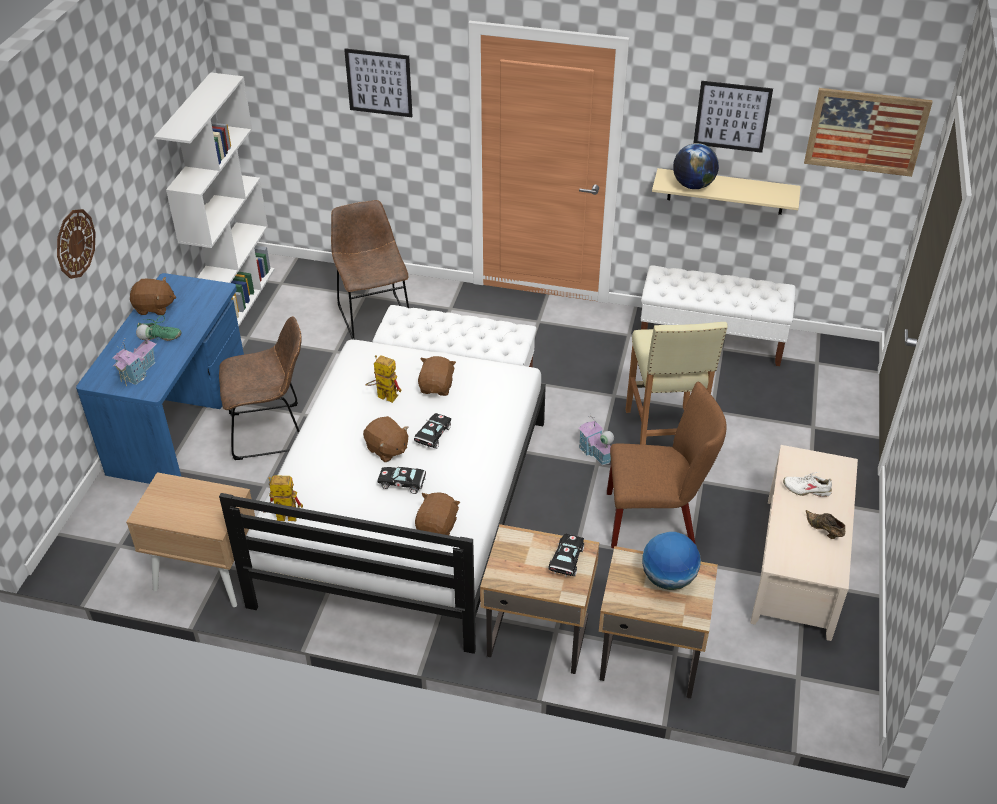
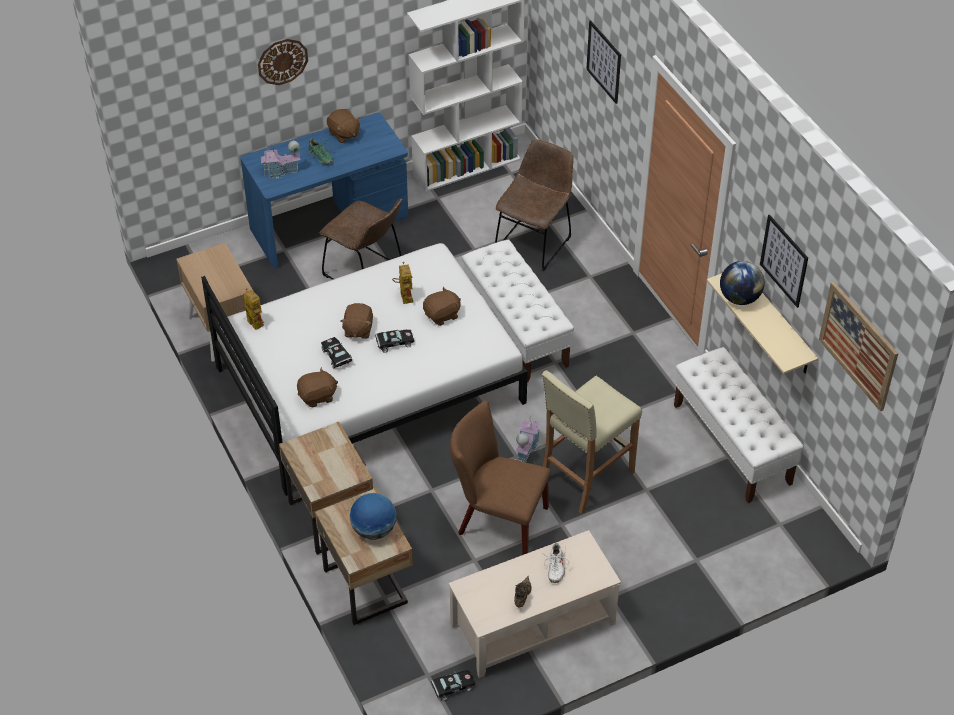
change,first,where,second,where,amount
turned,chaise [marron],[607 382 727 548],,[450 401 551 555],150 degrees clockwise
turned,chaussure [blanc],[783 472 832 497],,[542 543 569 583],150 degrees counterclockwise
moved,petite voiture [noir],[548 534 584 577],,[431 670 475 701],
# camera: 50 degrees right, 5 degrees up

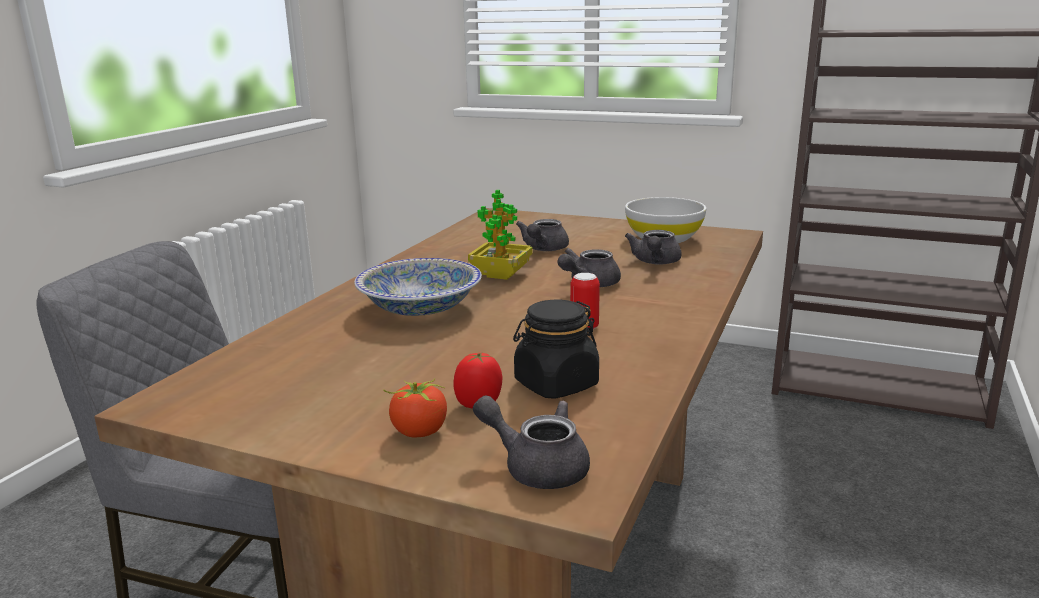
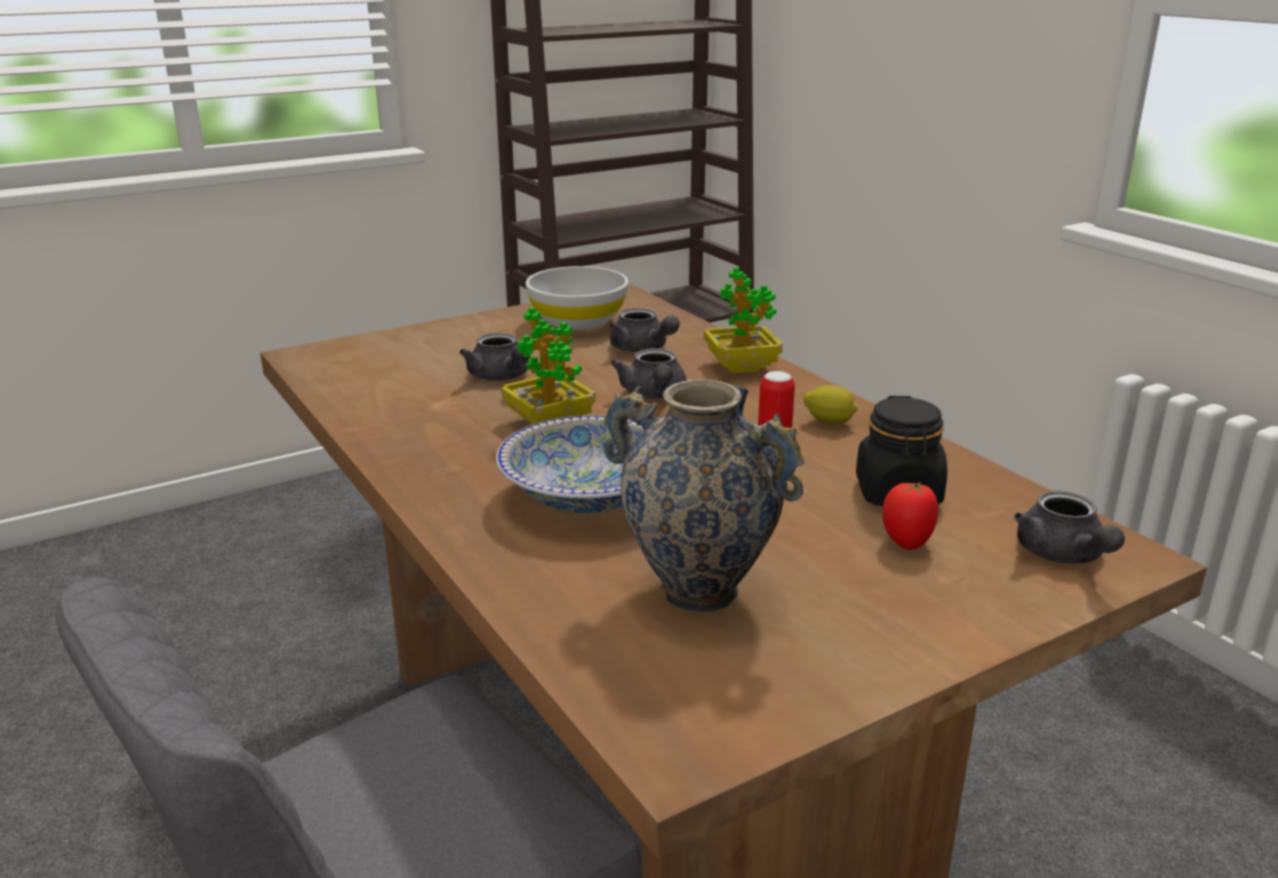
change,first,where,second,where,amount
removed,tomate,[383 378 447 438],,,
turned,théière [gris],[473 395 590 489],,[1014 491 1125 564],75 degrees counterclockwise
added,,,plante en pot,[704 267 783 373],
added,,,vase,[604 380 805 612],
added,,,citron,[804 385 858 425],
# camera: 55 degrees left, 5 degrees up

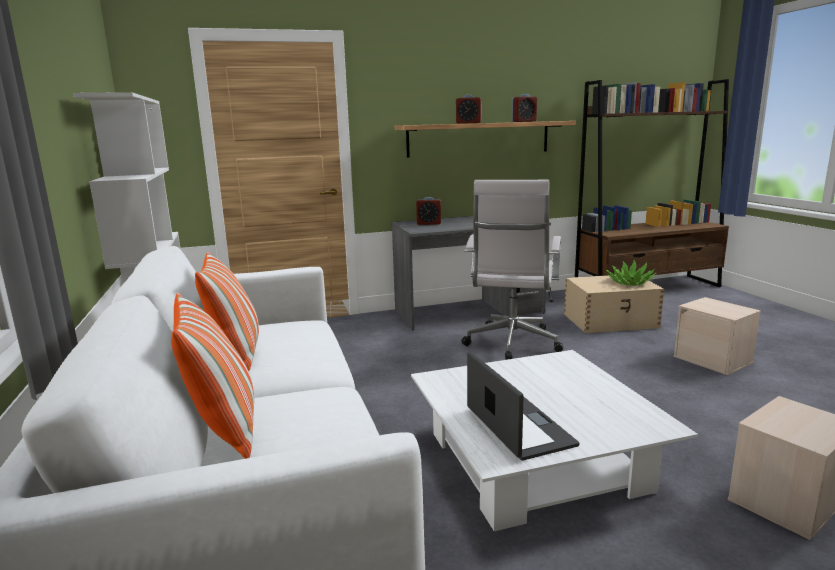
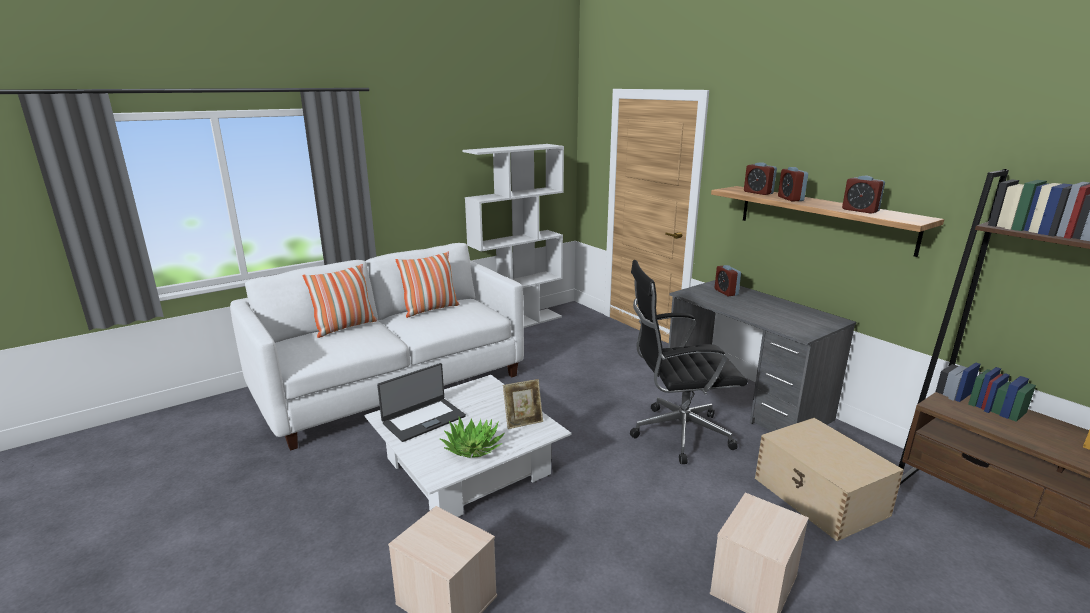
change,first,where,second,where,amount
recoloured,chaise de bureau [blanc],[461 180 563 360],chaise de bureau [noir],[630 260 748 464],
moved,plante en pot,[605 260 657 286],,[440 417 505 458],
added,,,réveil,[744 162 777 195],
added,,,cadre photo,[503 379 543 429],
# camera: 70 degrees right, 5 degrees up

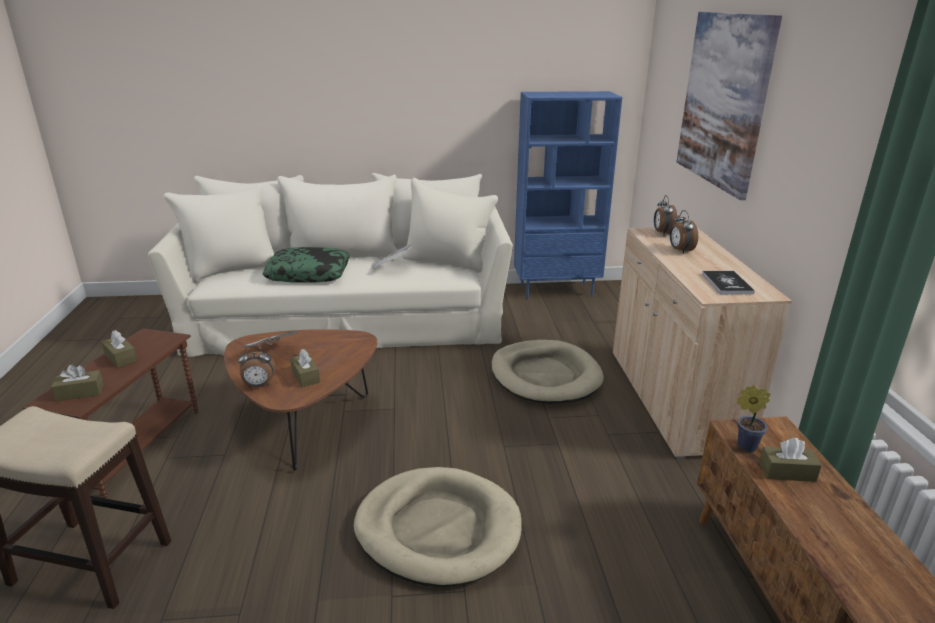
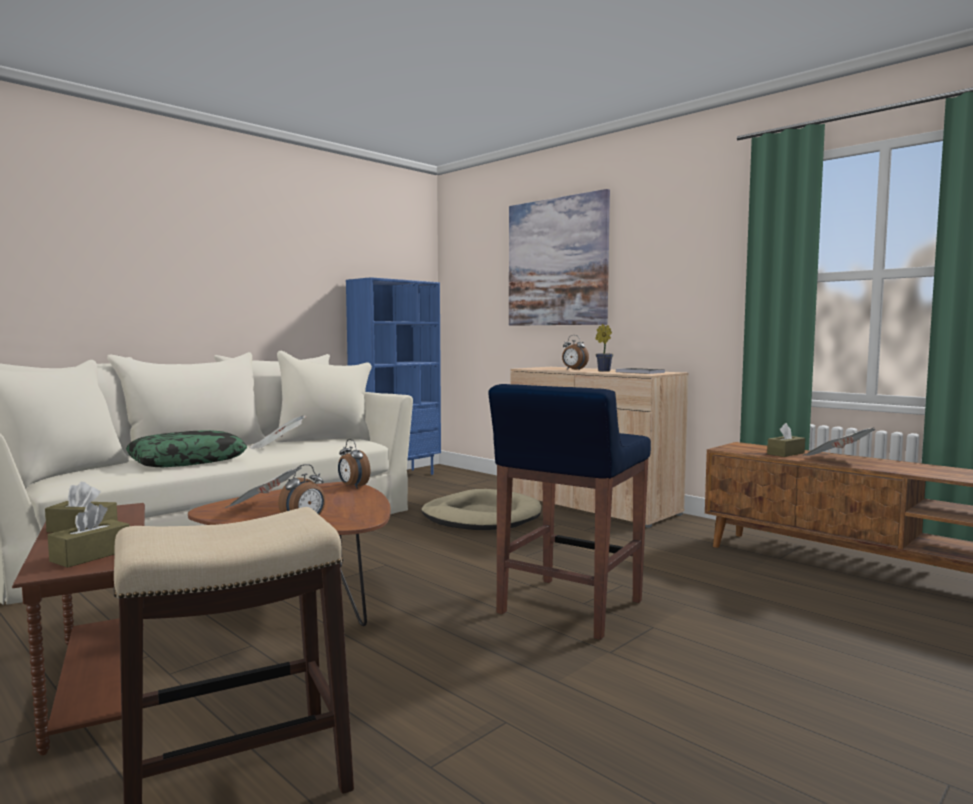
change,first,where,second,where,amount
moved,réveil,[654 195 677 235],,[338 439 371 488],
removed,boîte à mouchoirs [marron],[290 349 320 387],,,
moved,plante en pot,[737 385 770 452],,[595 324 613 372],
replaced,panier pour chien [beige],[354 467 522 587],tabouret [bleu],[488 384 651 640],
added,,,journal,[803 427 875 456],
# camera: 40 degrees left, 20 degrees down

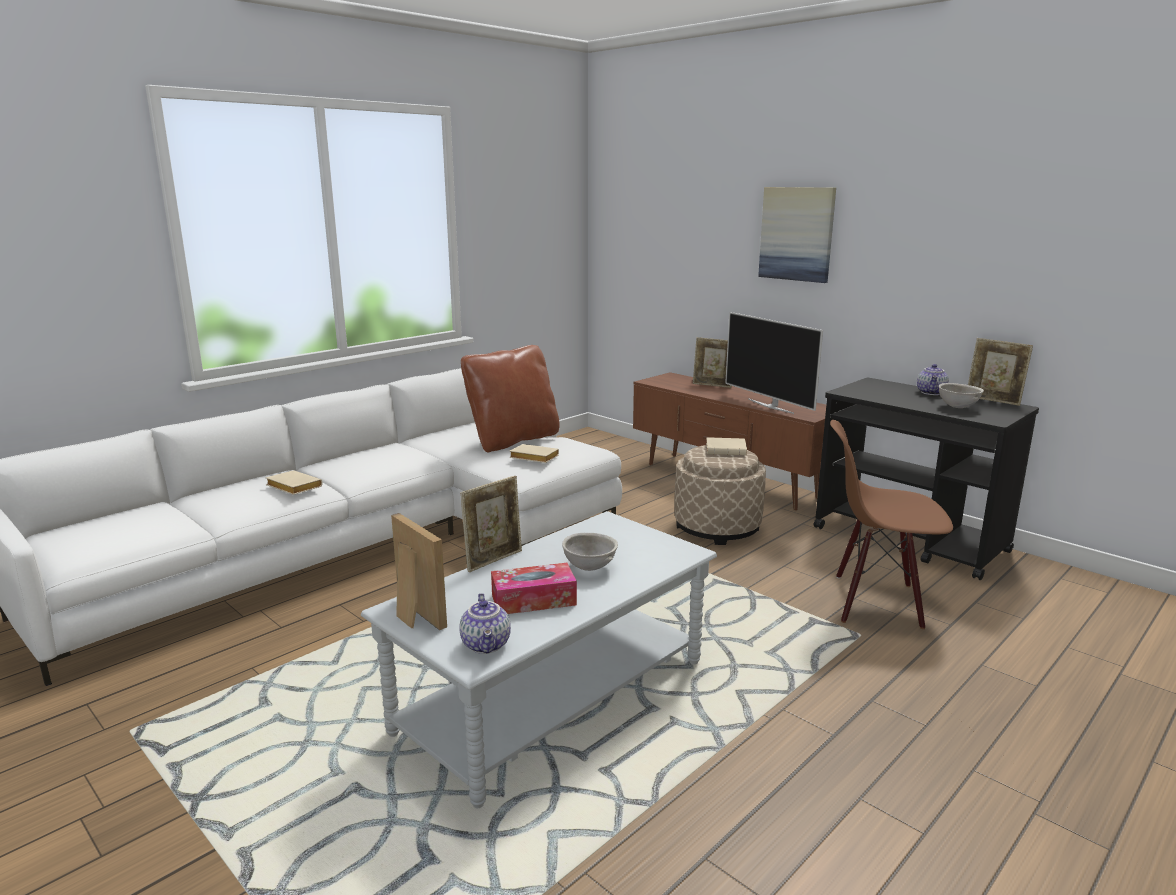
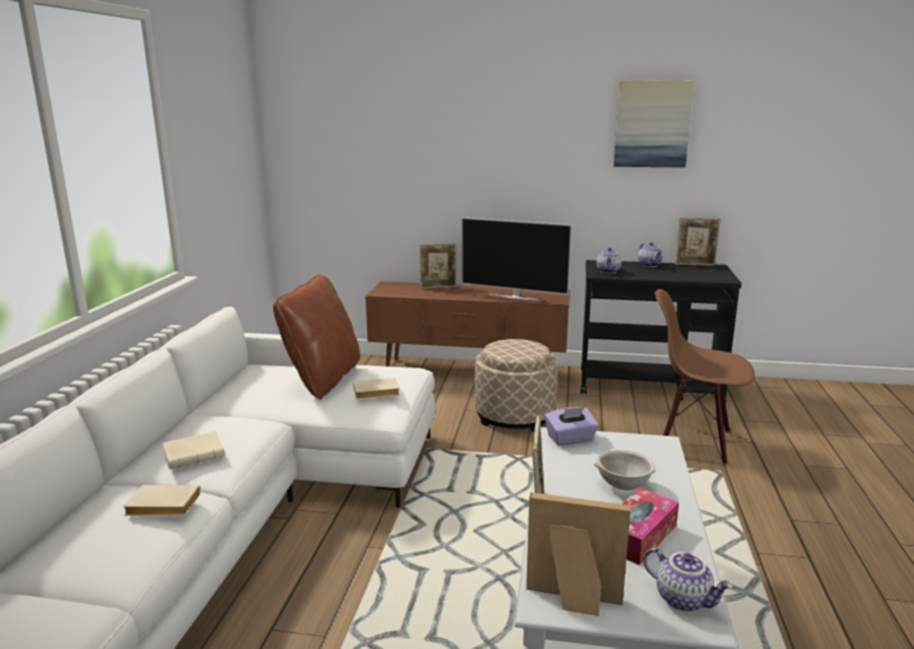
change,first,where,second,where,amount
moved,tableau,[758 187 836 283],,[614 80 694 168],
removed,bol [gris],[939 383 984 408],,,
turned,chaise [marron],[830 420 953 629],,[655 289 755 464],45 degrees clockwise
moved,livre [beige],[706 437 747 455],,[162 431 224 469],
added,,,théière,[596 248 622 274],
added,,,boîte à mouchoirs [violet],[545 407 599 446],
# camera: 35 degrees left, 0 degrees up

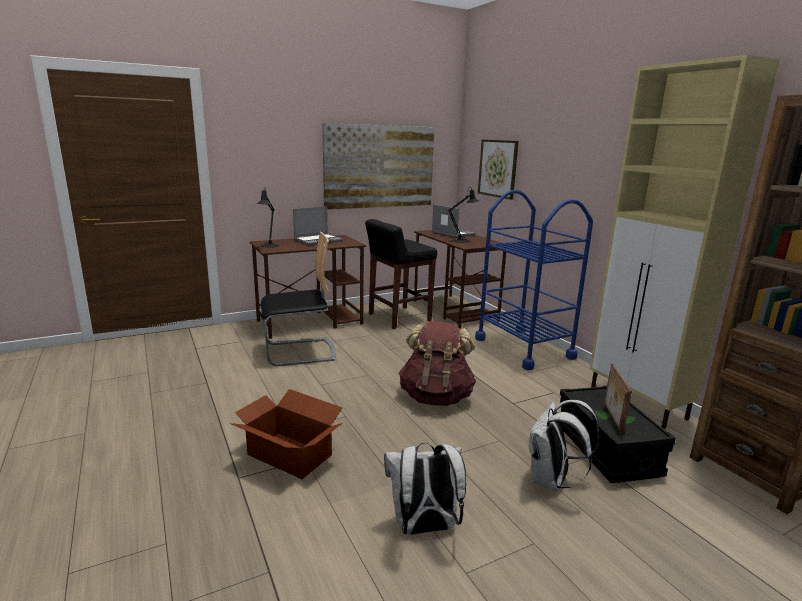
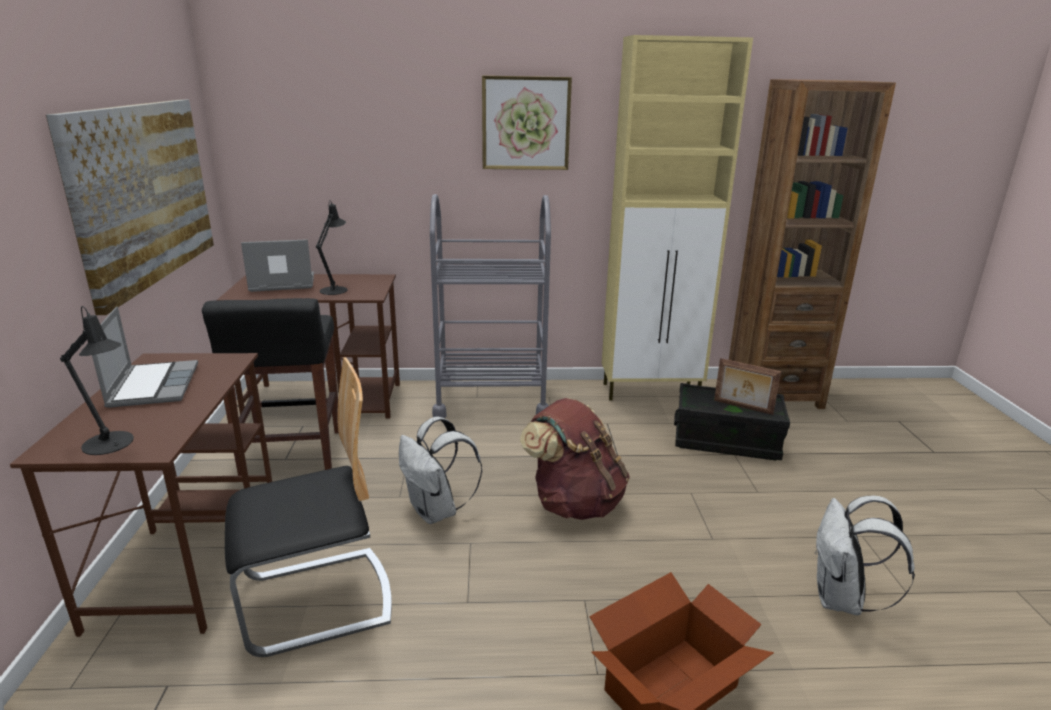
change,first,where,second,where,amount
moved,tableau,[478 140 519 200],,[482 76 572 170],
recoloured,chariot [bleu],[475 190 593 370],chariot [gris],[430 194 551 418],
turned,chaise,[261 232 336 366],,[225 357 392 657],60 degrees clockwise
moved,sac à dos [blanc],[529 400 600 491],,[399 416 482 524],
# camera: 65 degrees left, 5 degrees up

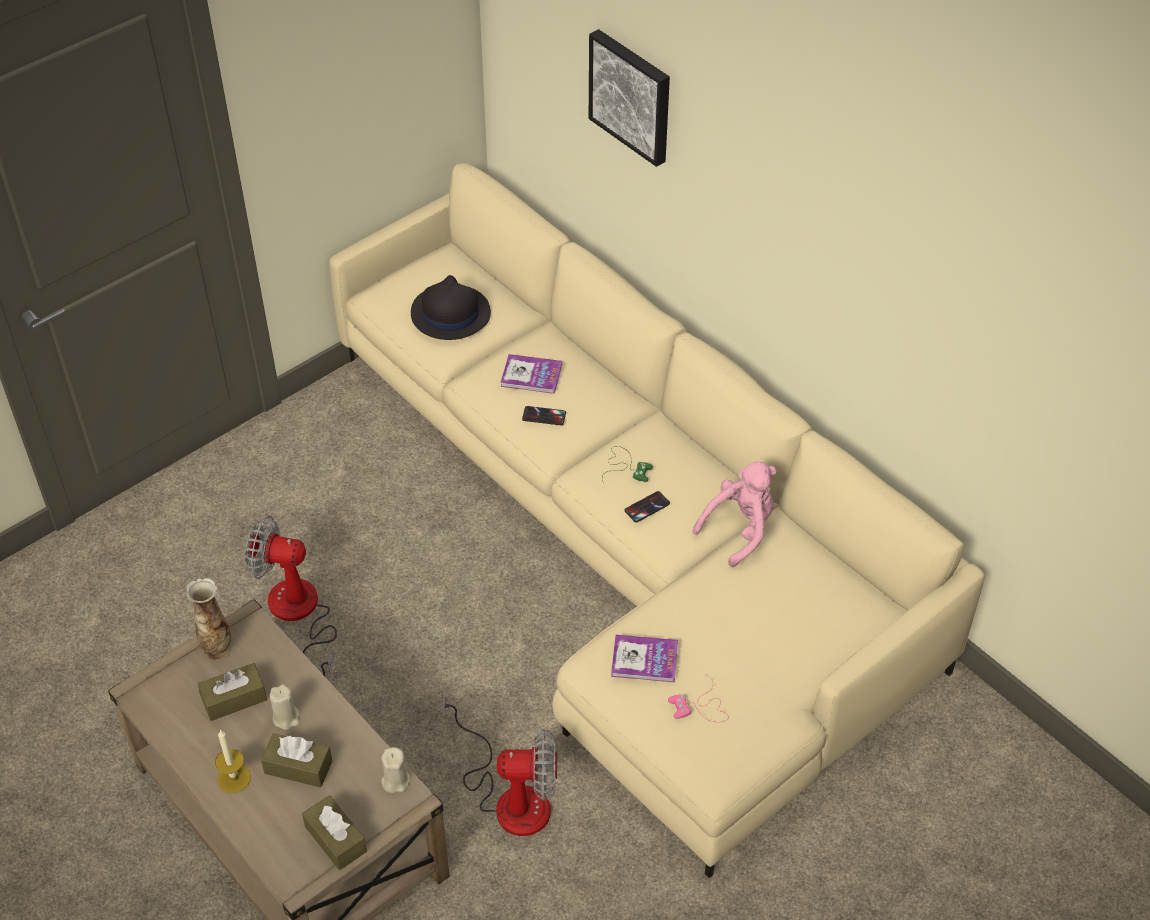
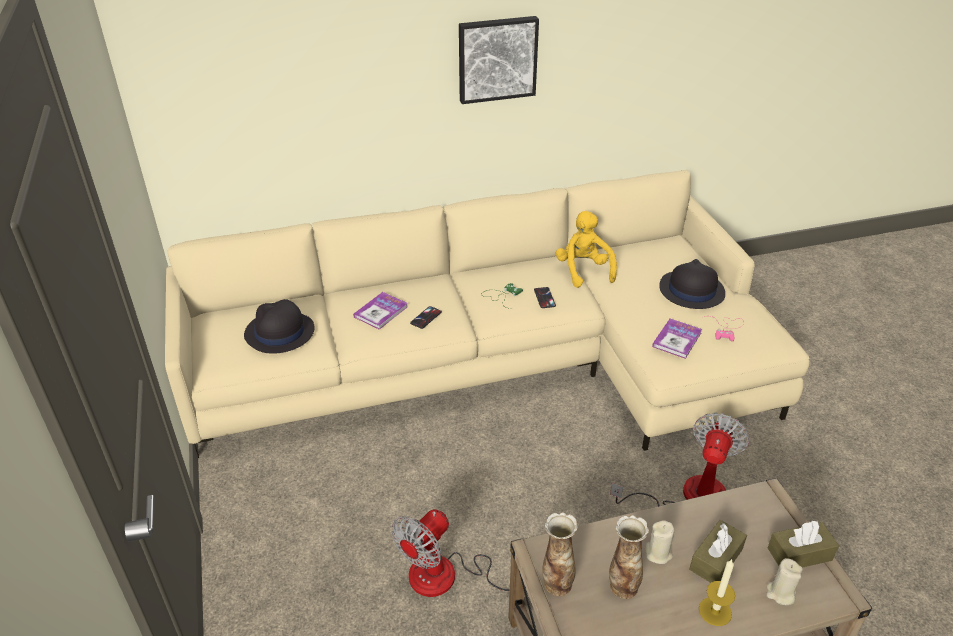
change,first,where,second,where,amount
moved,tableau,[589 29 670 167],,[459 16 539 104],
recoloured,peluche [rose],[692 461 776 567],peluche [jaune],[556 211 617 288],
replaced,boîte à mouchoirs [marron],[198 663 267 721],vase,[609 515 649 599],
moved,bougie [beige],[381 747 410 793],,[766 558 803 605],
added,,,chapeau [noir],[659 259 725 309],
# camera: 65 degrees left, 10 degrees down

